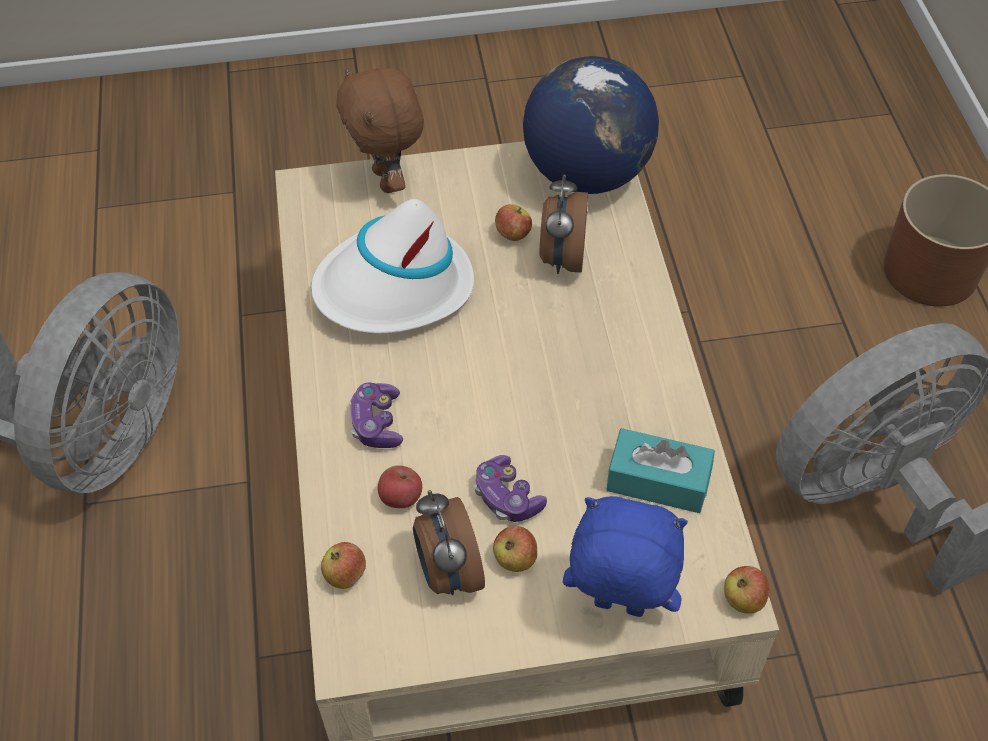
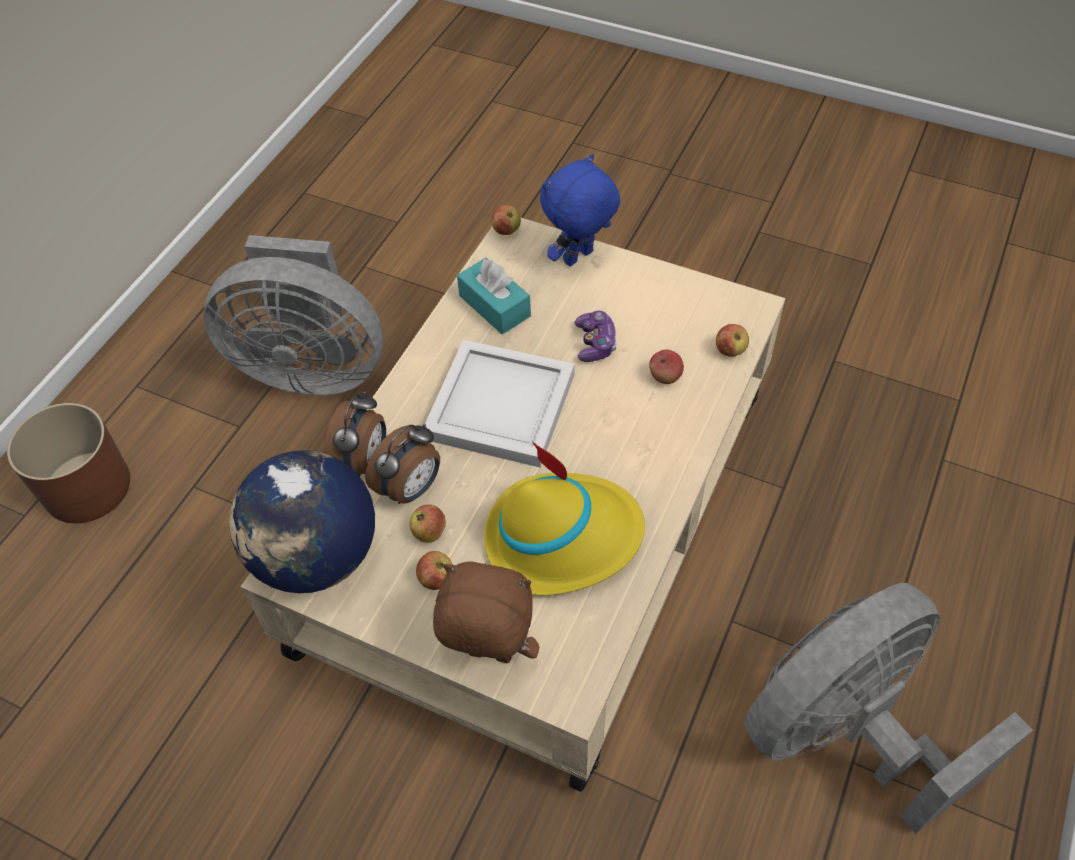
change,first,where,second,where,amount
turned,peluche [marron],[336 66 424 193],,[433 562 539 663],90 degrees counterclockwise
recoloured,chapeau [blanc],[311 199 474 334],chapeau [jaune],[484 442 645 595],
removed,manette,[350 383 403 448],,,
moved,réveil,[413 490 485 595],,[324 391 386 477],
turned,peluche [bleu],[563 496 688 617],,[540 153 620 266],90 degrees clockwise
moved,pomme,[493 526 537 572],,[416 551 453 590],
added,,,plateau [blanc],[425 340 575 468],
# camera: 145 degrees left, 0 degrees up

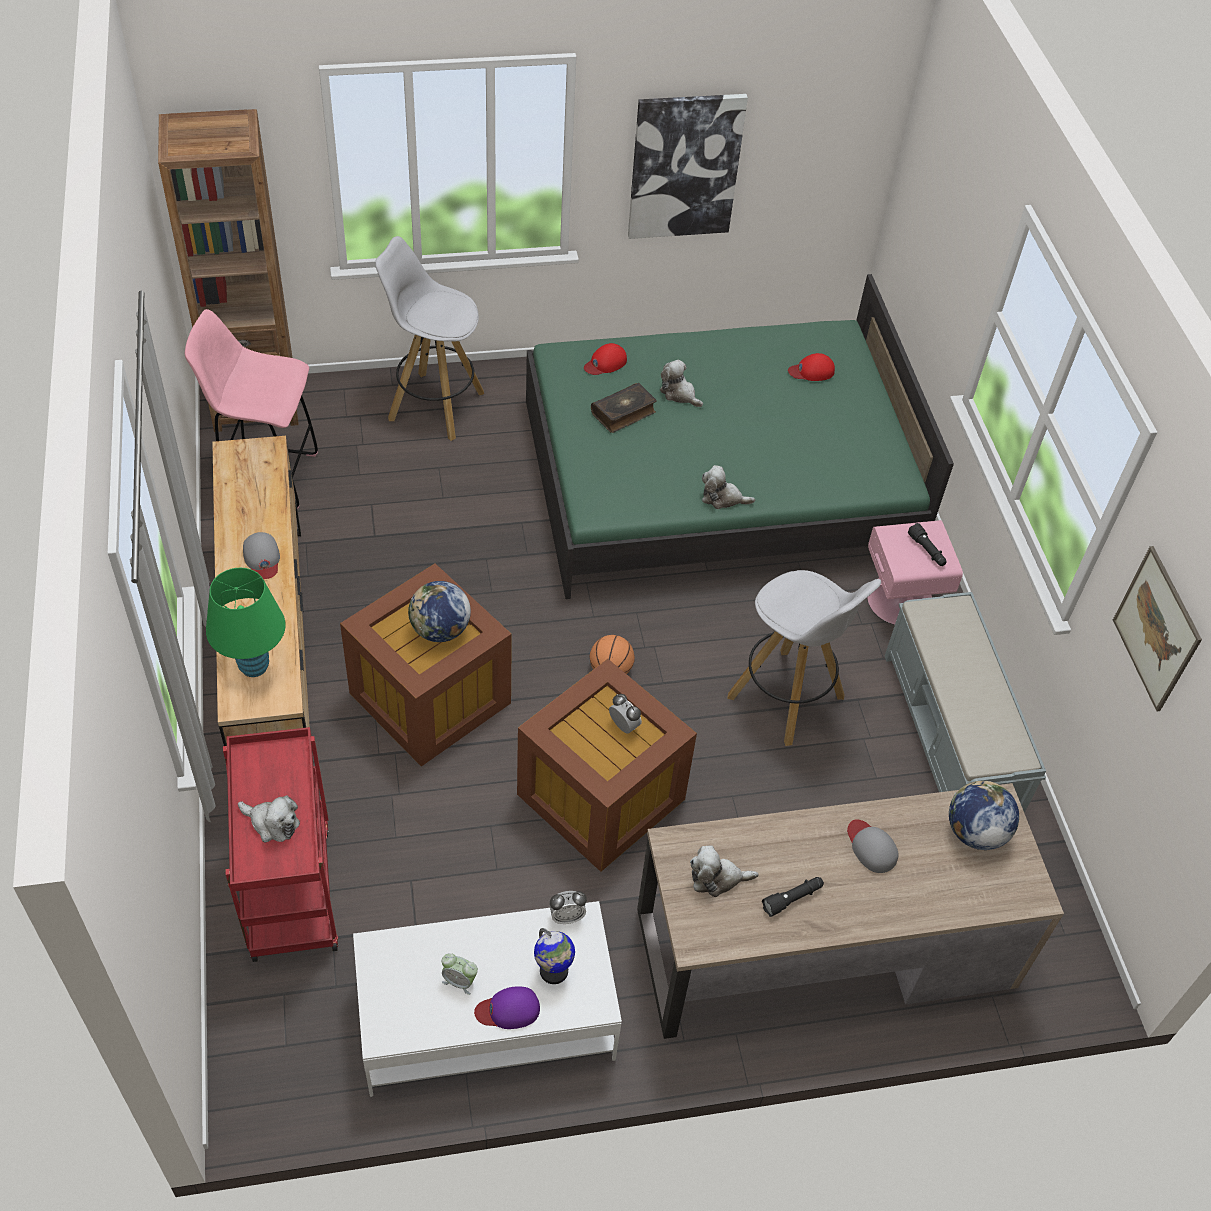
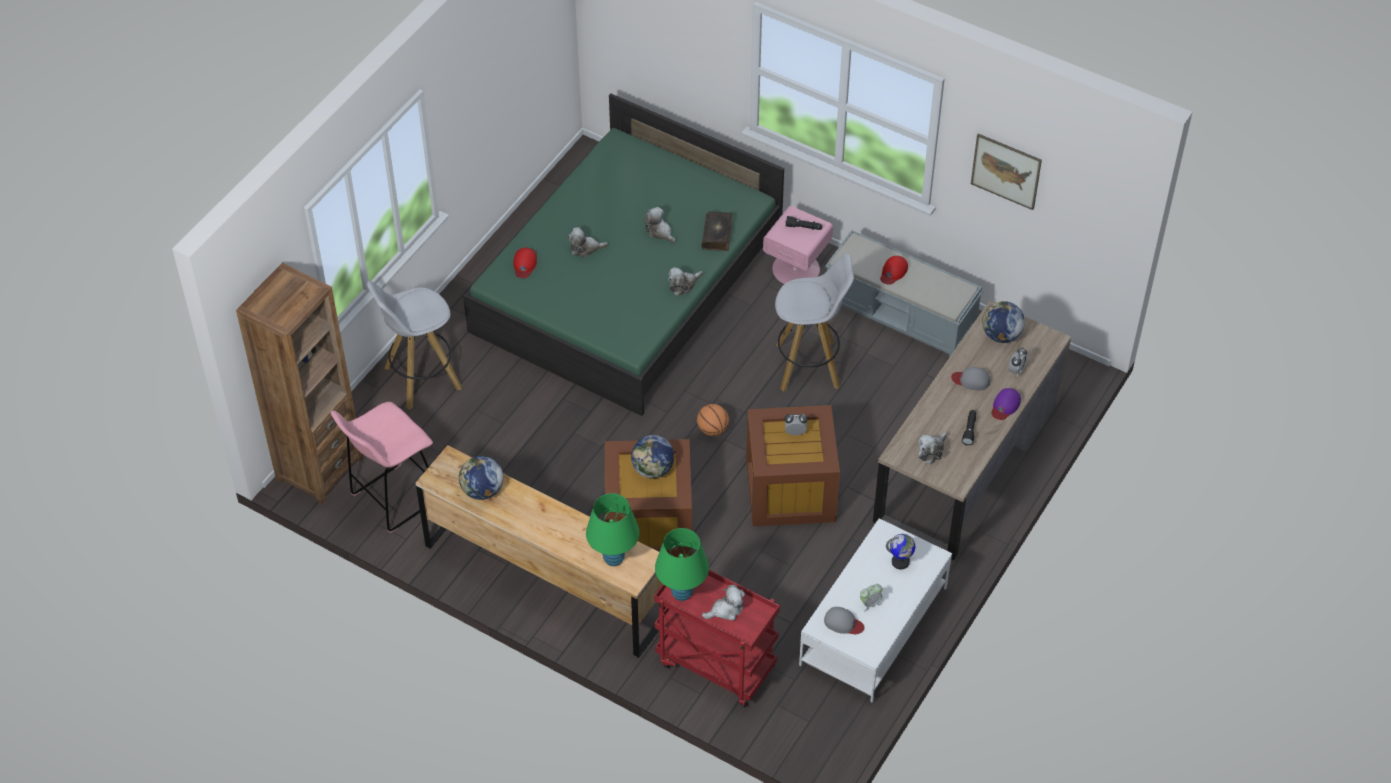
change,first,where,second,where,amount
removed,tableau,[628 94 748 239],,,
moved,casquette [rouge],[788 353 835 381],,[880 256 908 285],
moved,livre,[591 383 657 433],,[701 211 732 251],
moved,casquette [gris],[243 532 280 579],,[824 607 864 634],
moved,réveil,[549 891 587 924],,[1009 348 1027 376],
moved,casquette [violet],[474 986 540 1029],,[991 388 1021 420],
added,,,peluche,[644 207 676 243],
added,,,globe,[459 456 503 500],
added,,,lampe de table [vert],[655 528 709 601],
# camera: 45 degrees left, 0 degrees up

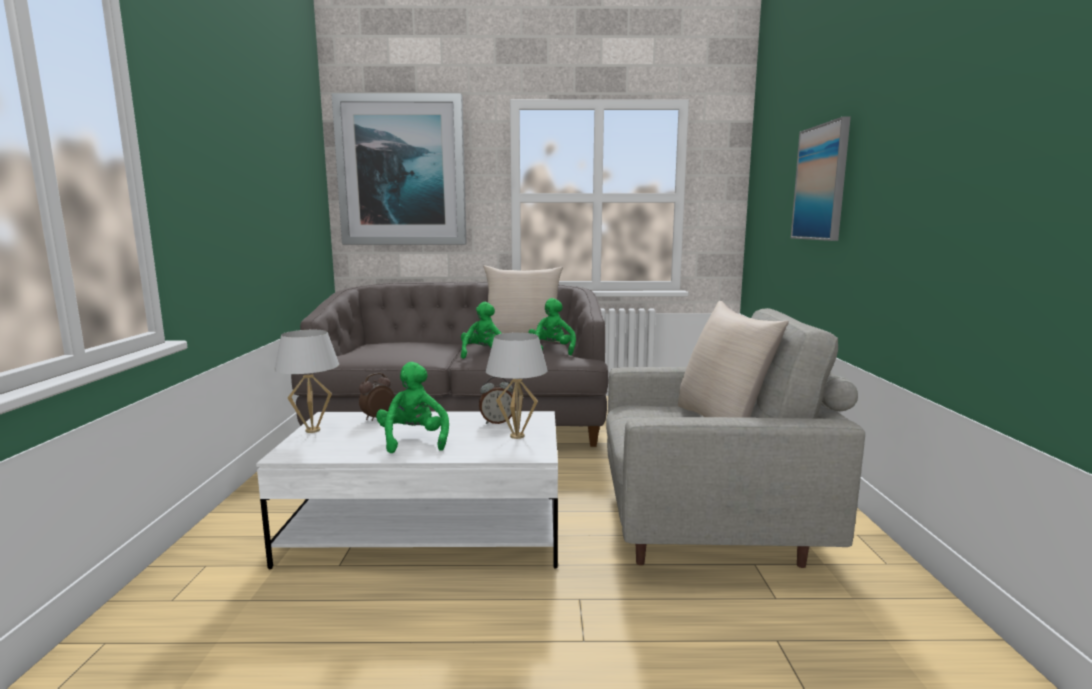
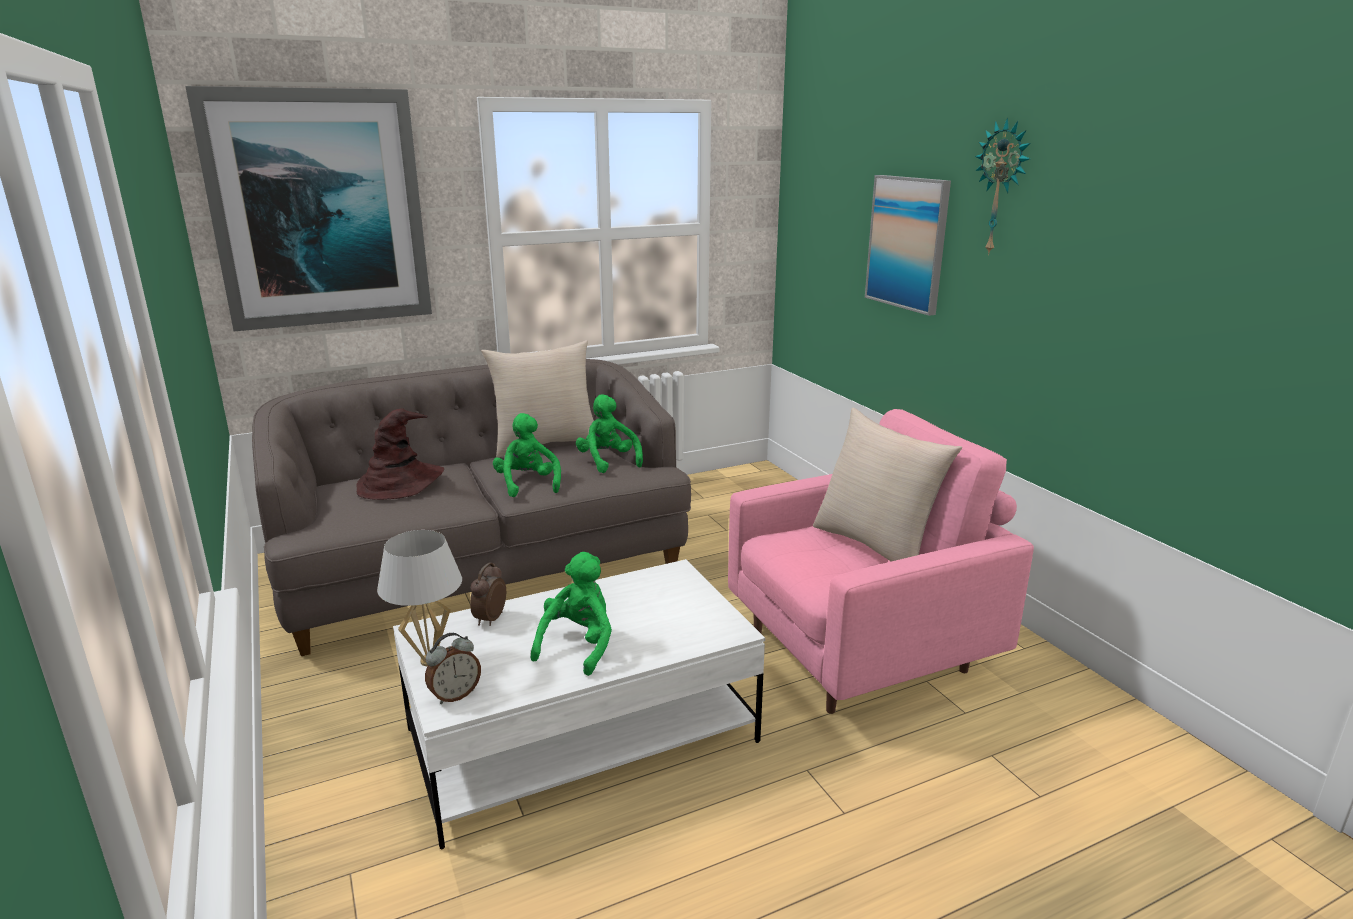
change,first,where,second,where,amount
recoloured,fauteuil [gris],[606 308 865 568],fauteuil [rose],[728 409 1034 714],
removed,lampe de table [blanc],[486 332 548 439],,,
turned,peluche [vert],[376 362 449 453],,[531 552 612 676],60 degrees clockwise
moved,réveil,[479 376 516 424],,[425 633 481 704],
added,,,horloge murale,[975 118 1031 255],
added,,,chapeau [marron],[356 409 444 500],
# camera: 25 degrees left, 10 degrees up

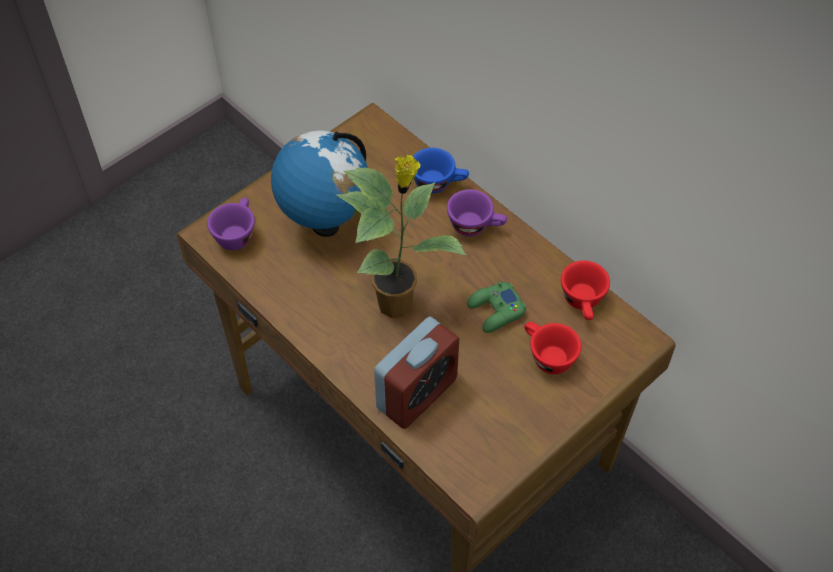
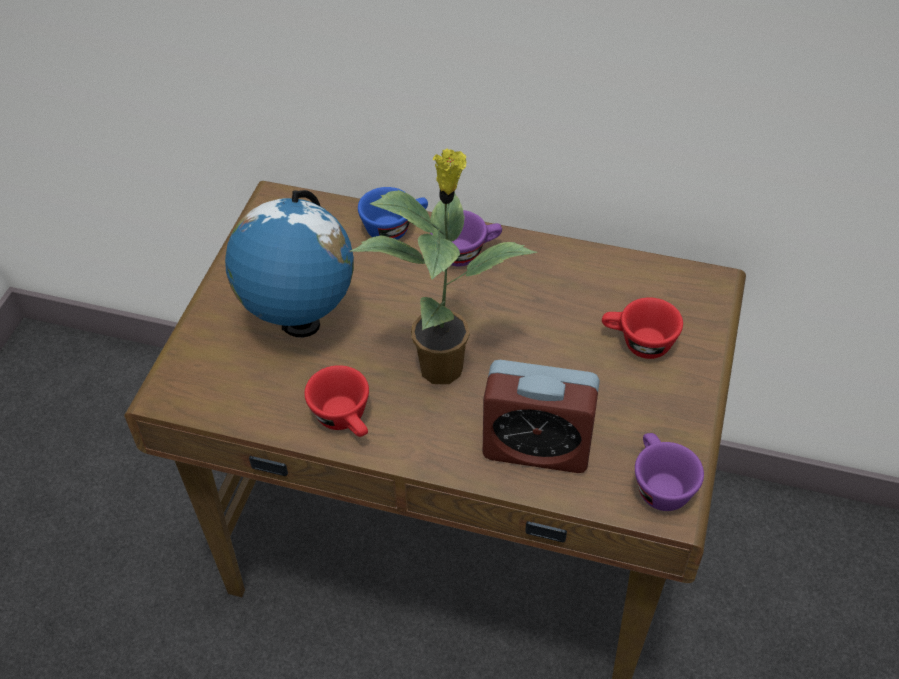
change,first,where,second,where,amount
moved,tasse [violet],[207 198 255 250],,[635 433 704 511],
moved,tasse [rouge],[561 261 610 320],,[304 365 369 437],
removed,manette [vert],[467 282 526 333],,,
turned,réveil,[374 317 459 429],,[483 360 600 473],90 degrees clockwise
# camera: 30 degrees left, 5 degrees down

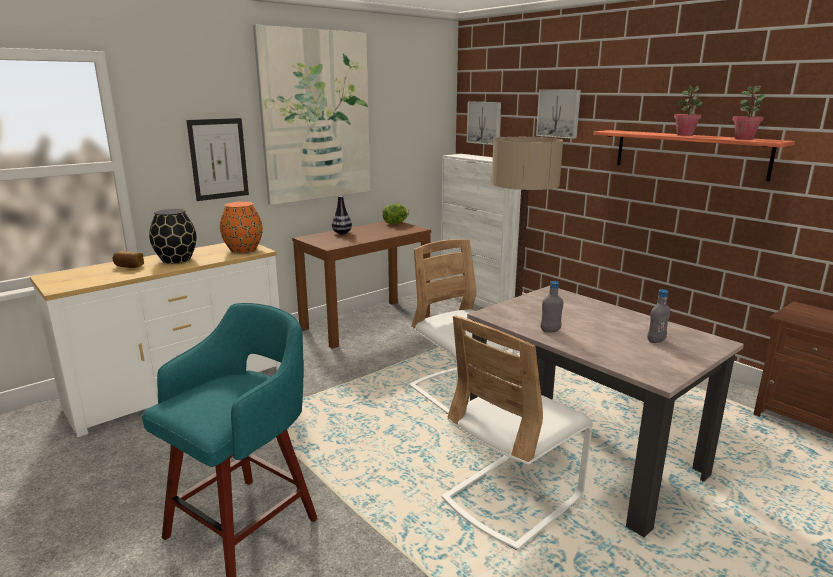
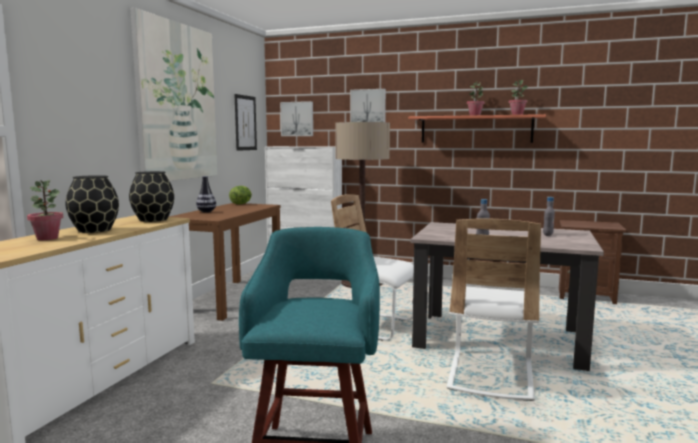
change,first,where,second,where,amount
moved,tableau,[186 118 249 201],,[235 94 257 151],
recoloured,vase [orange],[220 202 263 253],vase [noir],[129 171 174 222],
replaced,pain,[113 251 144 268],plante en pot,[27 180 63 240],
# camera: 30 degrees left, 10 degrees down

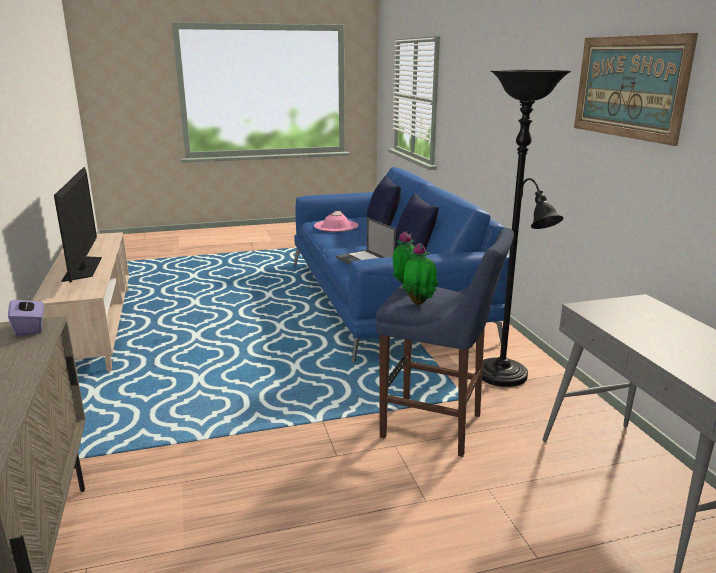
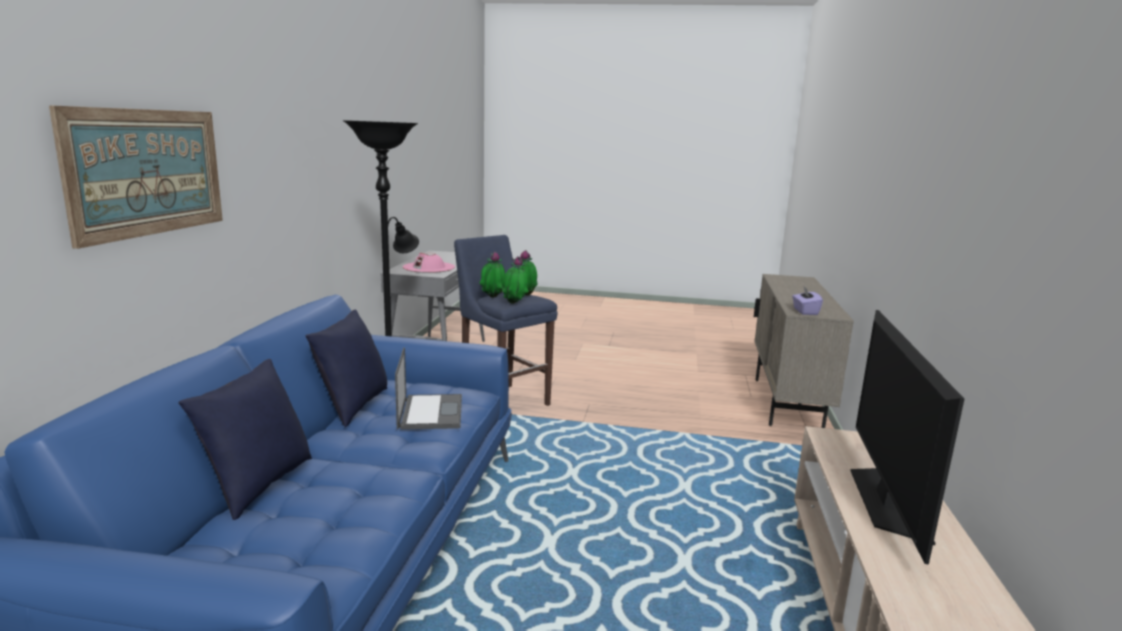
change,first,where,second,where,amount
moved,tableau,[574 33 698 146],,[49 105 223 249],
moved,chapeau [rose],[314 211 359 232],,[403 252 455 273],
added,,,plante en pot,[479 252 505 298],
# camera: 155 degrees left, 5 degrees down

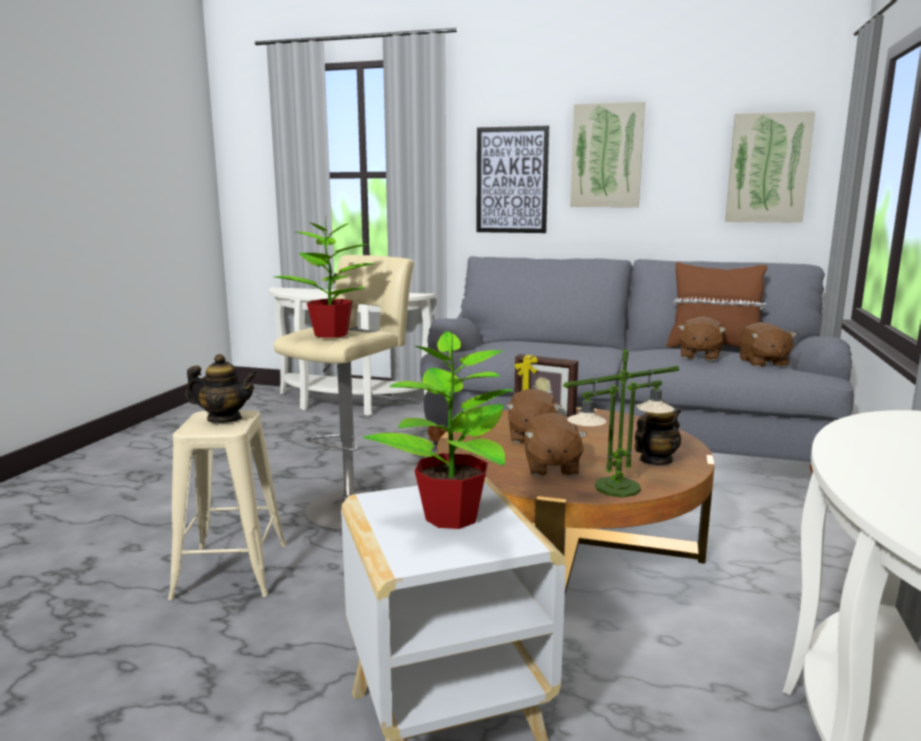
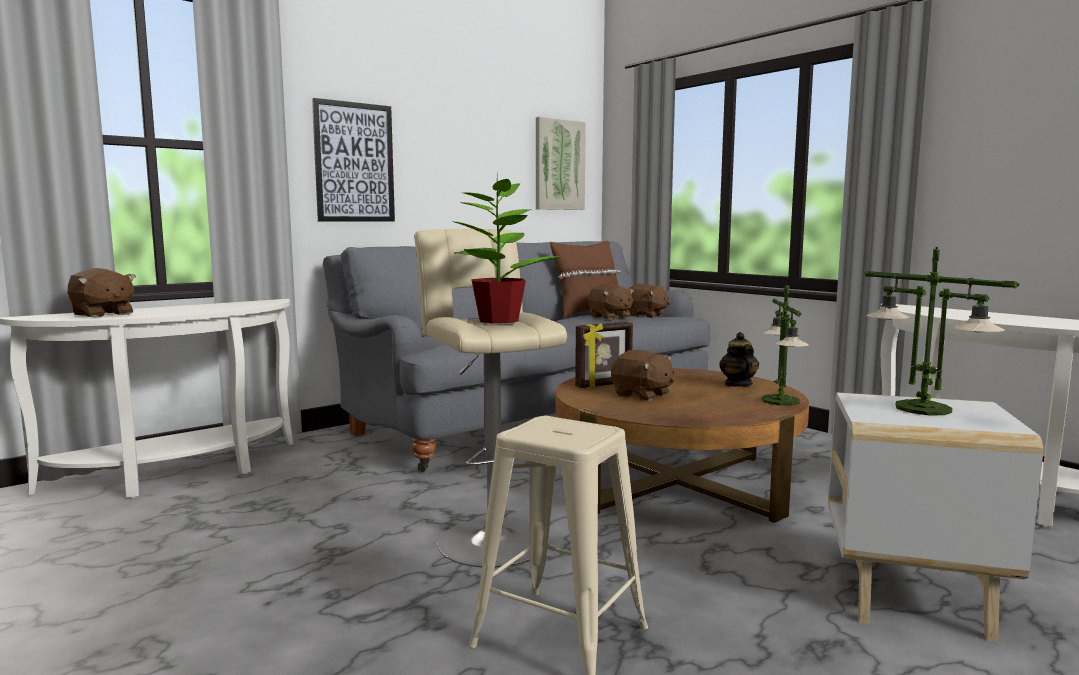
change,first,where,second,where,amount
removed,tableau,[570 102 645 207],,,
replaced,plante en pot,[363 331 514 529],lampe de table,[865 247 1020 416],
removed,théière,[185 354 257 423],,,
moved,peluche [marron],[524 413 587 476],,[68 268 136 318],
# camera: 55 degrees left, 5 degrees down

